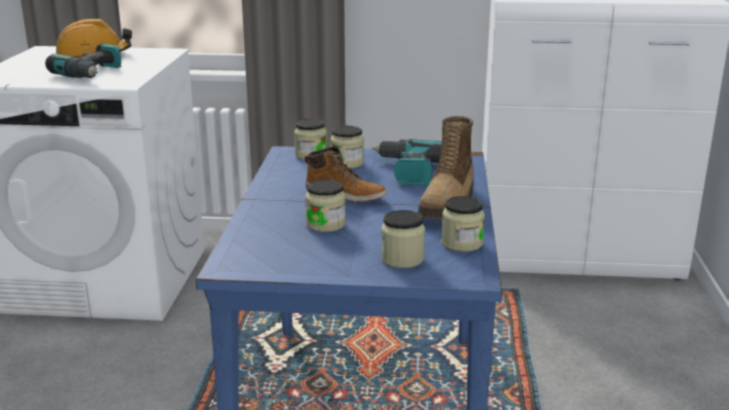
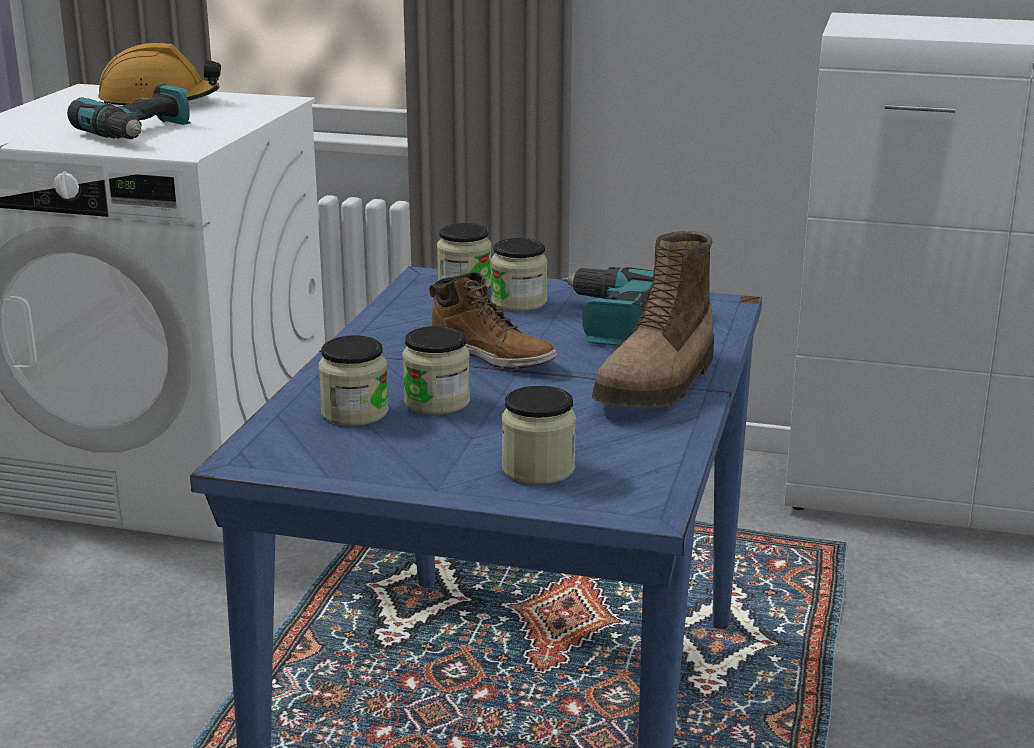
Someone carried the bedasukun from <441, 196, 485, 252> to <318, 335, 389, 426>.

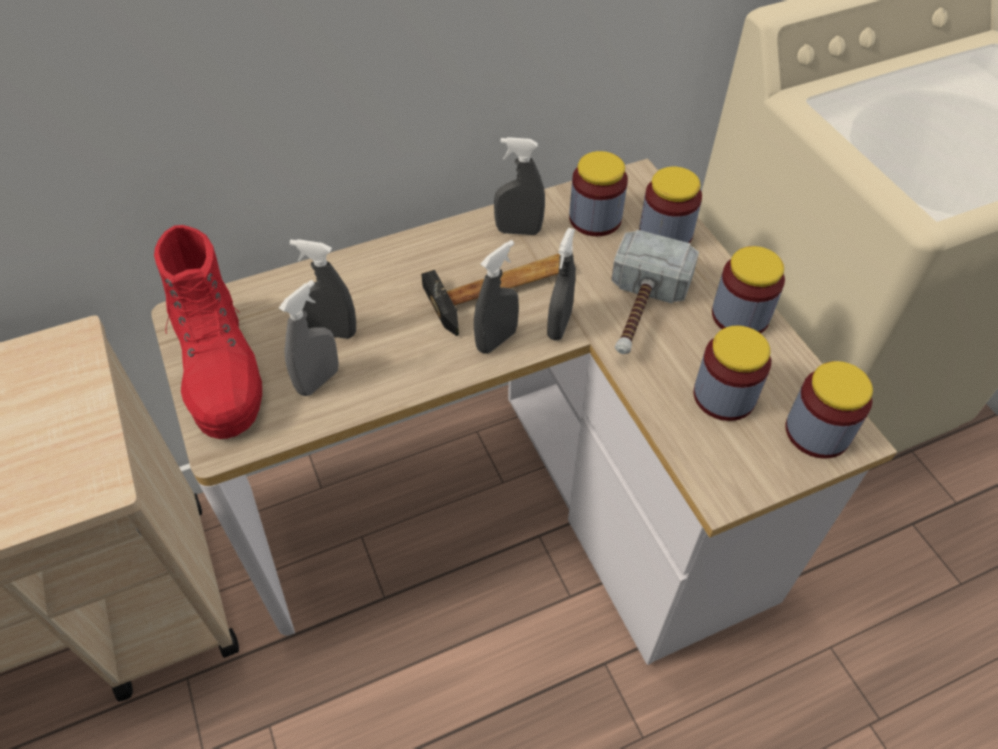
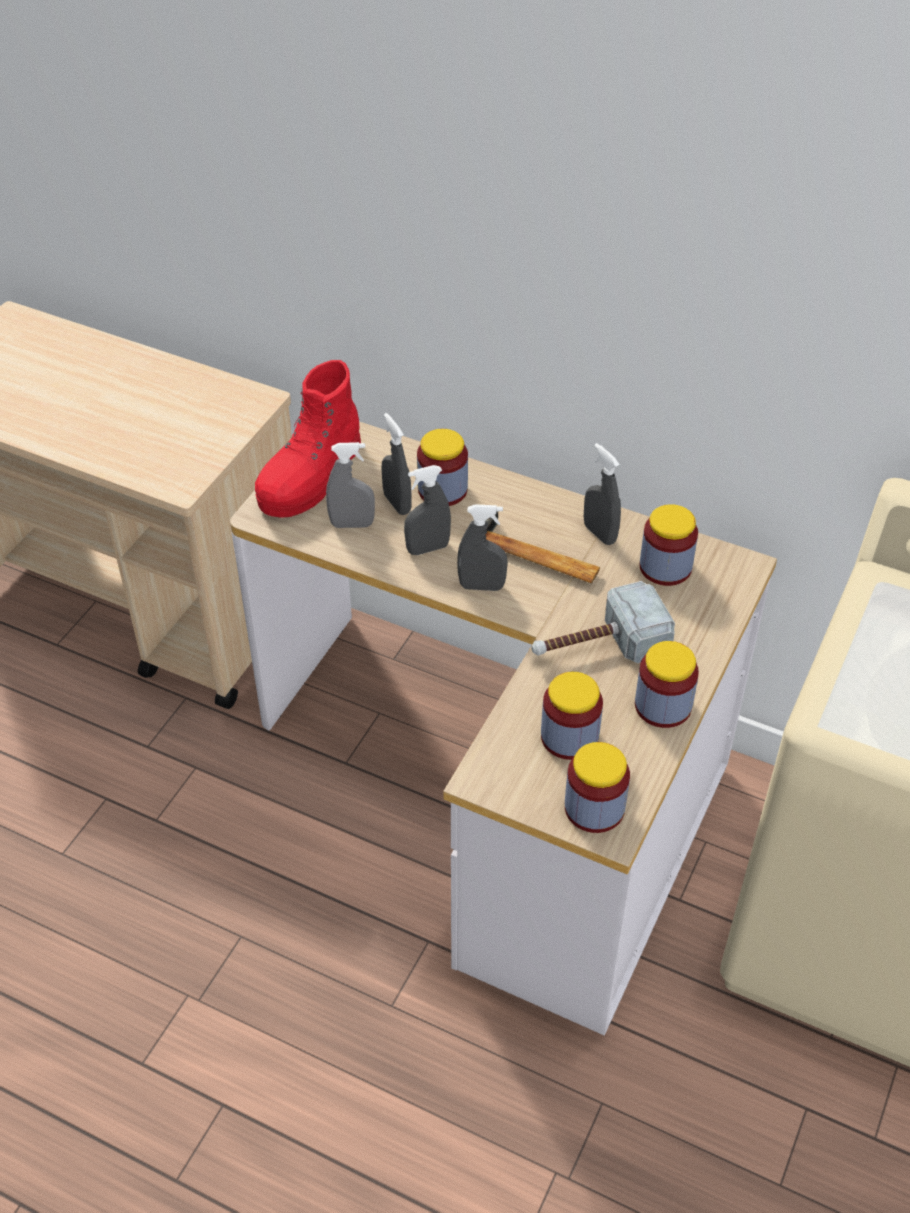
Someone carried the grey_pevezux from <547, 228, 576, 340> to <404, 465, 451, 555>. Someone carried the bedasukun from <639, 167, 702, 243> to <417, 429, 468, 506>.

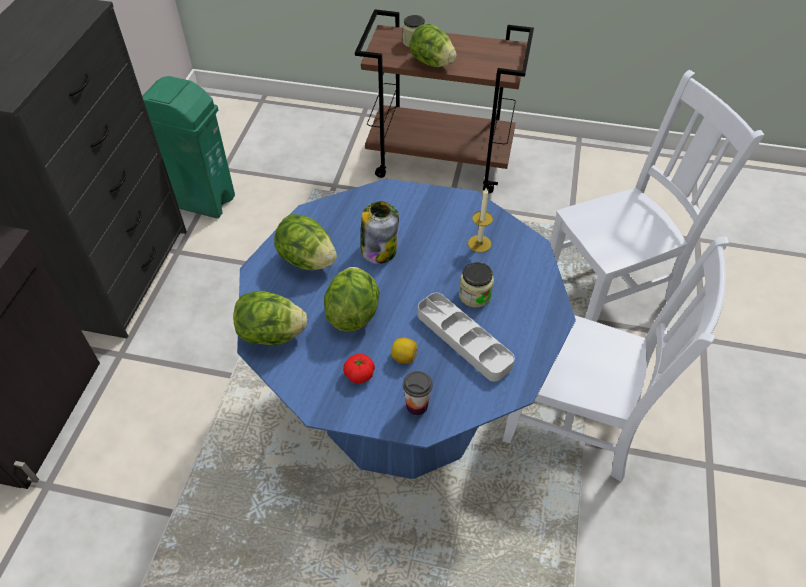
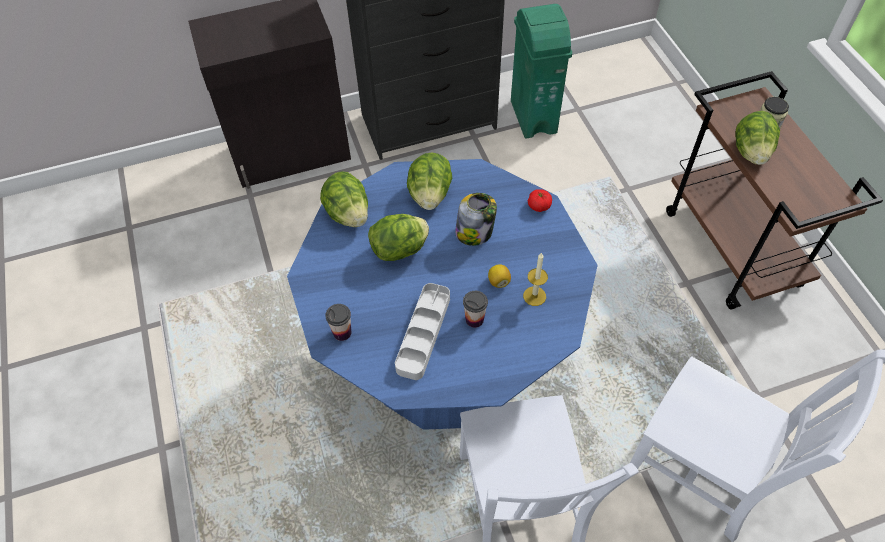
Someone carried the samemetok from <343, 354, 375, 383> to <528, 189, 552, 212>. Someone carried the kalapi from <391, 337, 418, 364> to <488, 264, 511, 288>. Someone swapped the bedasukun at <459, 262, 494, 308> for the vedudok at <463, 291, 488, 328>.

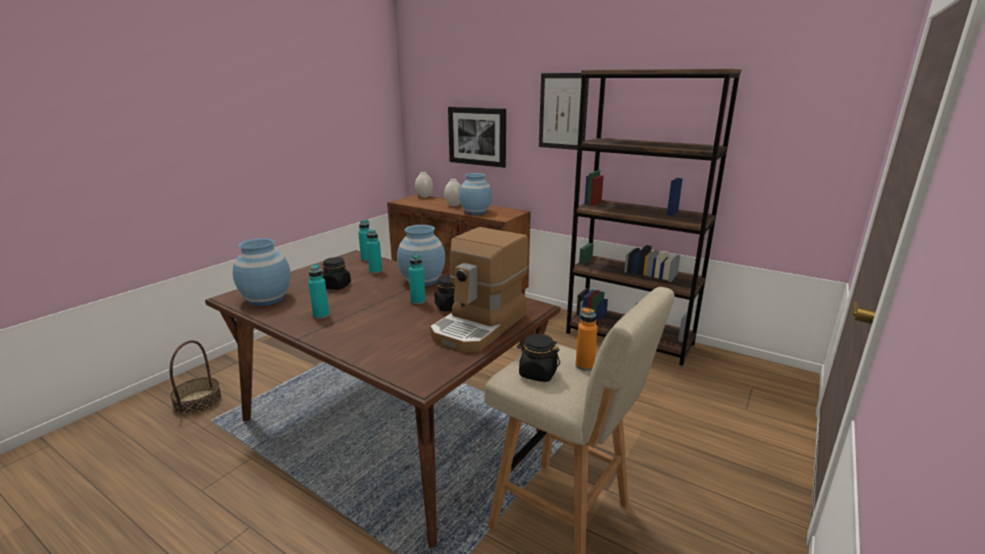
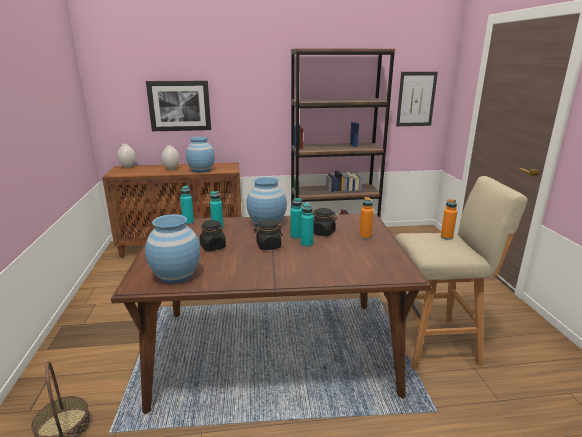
Someone carried the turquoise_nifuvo from <308, 264, 329, 319> to <301, 203, 314, 247>. Someone carried the black_bedasukun from <517, 334, 560, 382> to <254, 220, 283, 250>. Someone carried the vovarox from <539, 73, 589, 150> to <396, 72, 438, 126>. Someone swapped the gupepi at <430, 227, 528, 352> for the orange_nifuvo at <359, 197, 374, 239>.

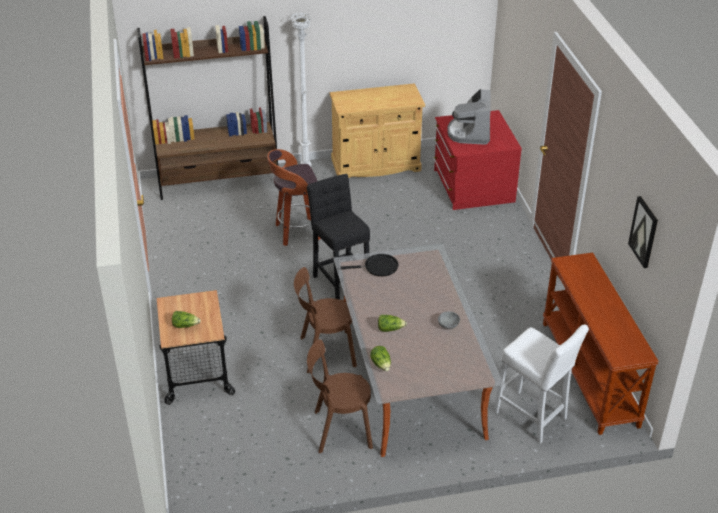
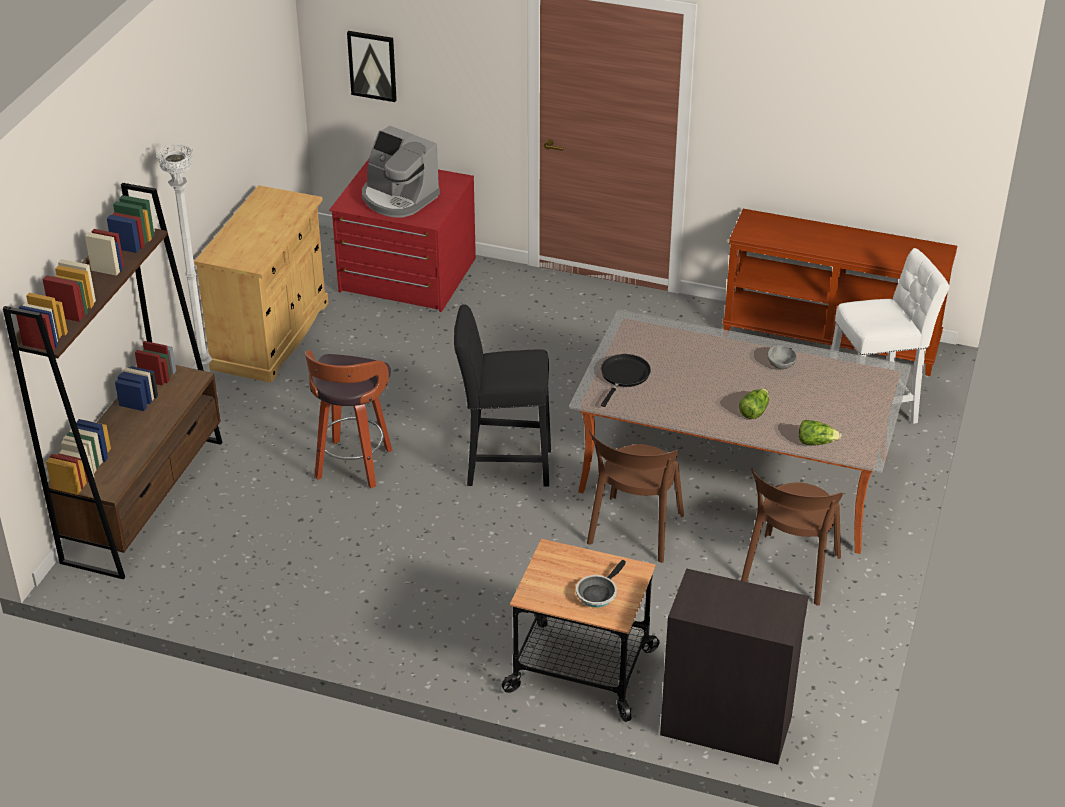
Someone put down the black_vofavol at <660, 568, 808, 765>. Someone carried the vovarox from <628, 196, 658, 268> to <347, 31, 397, 102>. Someone swapped the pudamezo at <172, 311, 201, 328> for the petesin at <576, 560, 626, 608>.

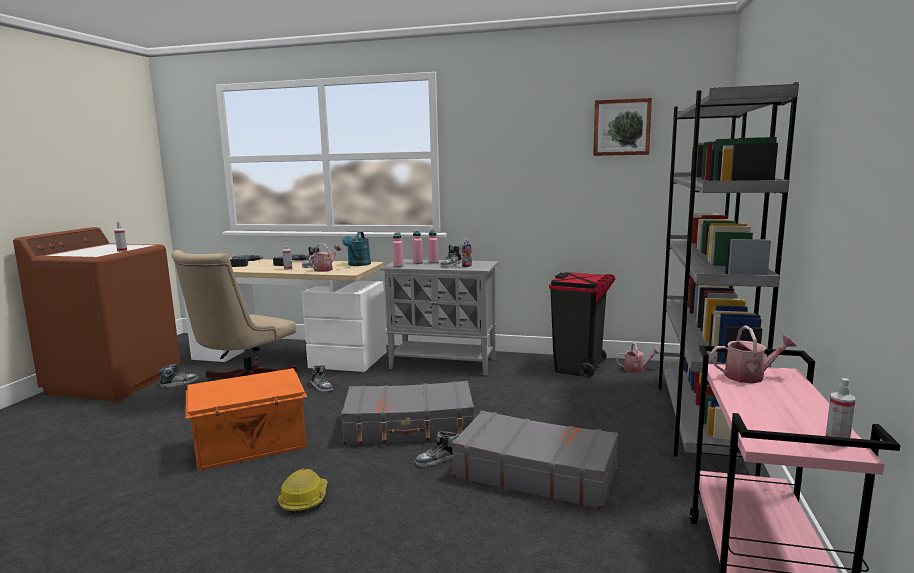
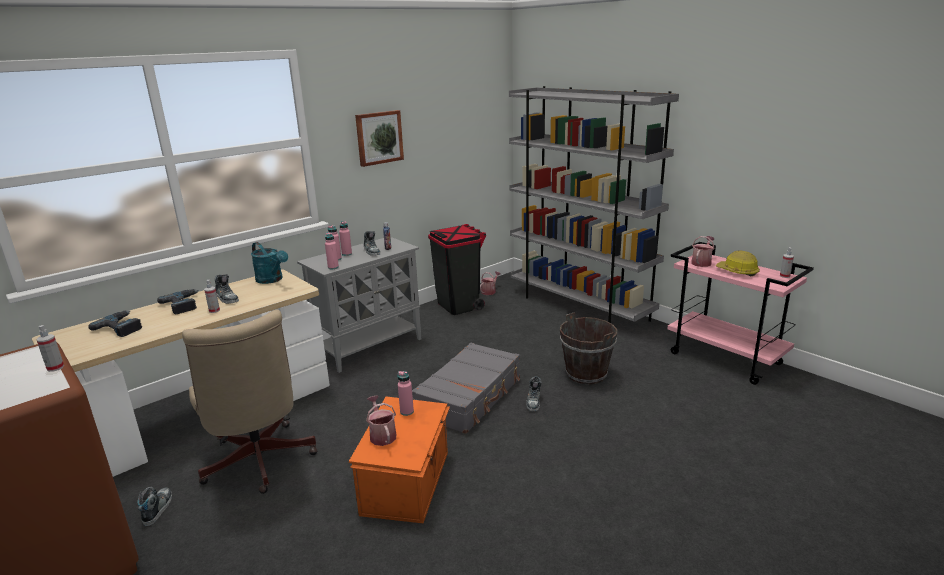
Someone took away the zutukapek at <311, 365, 333, 392>. Someone put down the pink_nifuvo at <398, 371, 414, 416>. Someone carried the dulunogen from <278, 469, 328, 514> to <716, 250, 760, 276>. Someone carried the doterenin from <309, 243, 341, 272> to <366, 395, 396, 446>. Someone carried the vovarox from <593, 98, 652, 156> to <355, 110, 404, 167>. Someone swapped the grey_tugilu at <452, 411, 618, 510> for the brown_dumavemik at <560, 312, 617, 385>.

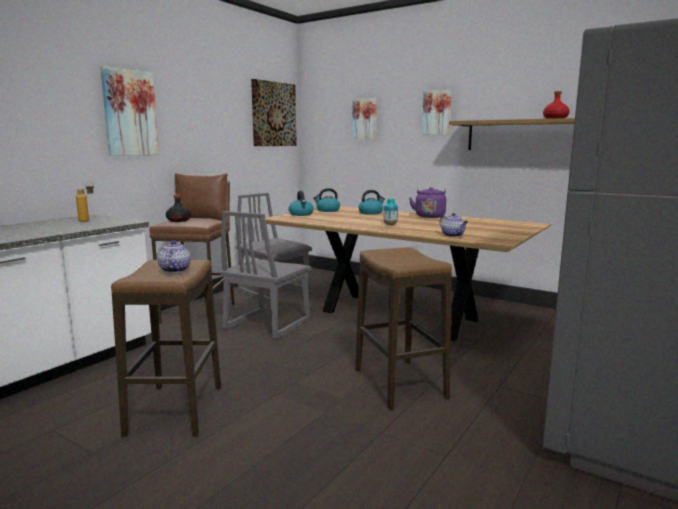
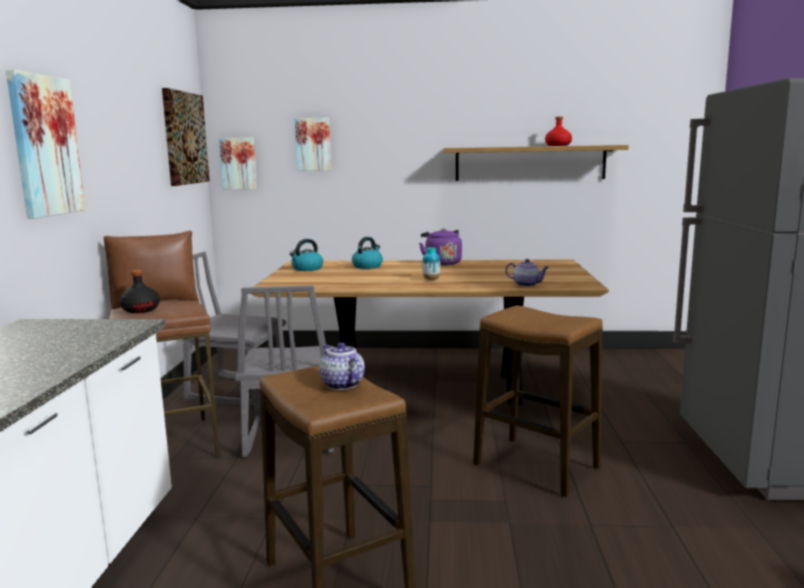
Someone took away the nifuvo at <76, 182, 94, 222>. Someone took away the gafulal at <288, 191, 314, 216>. Someone carried the vovarox from <422, 90, 452, 135> to <219, 137, 257, 189>.

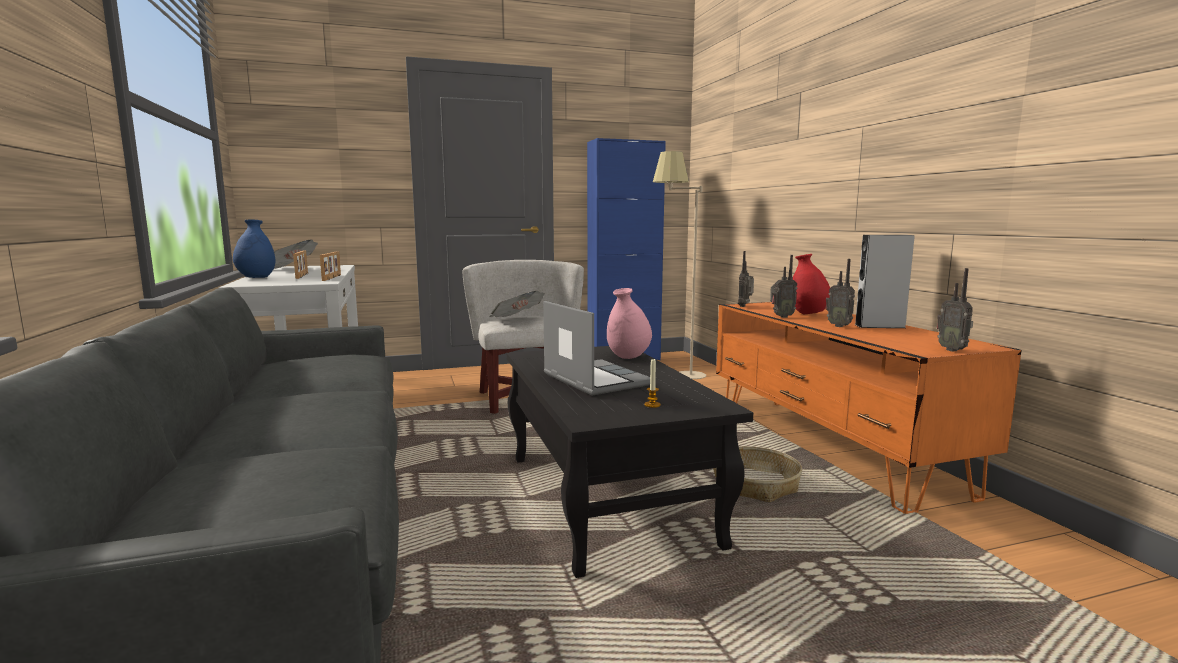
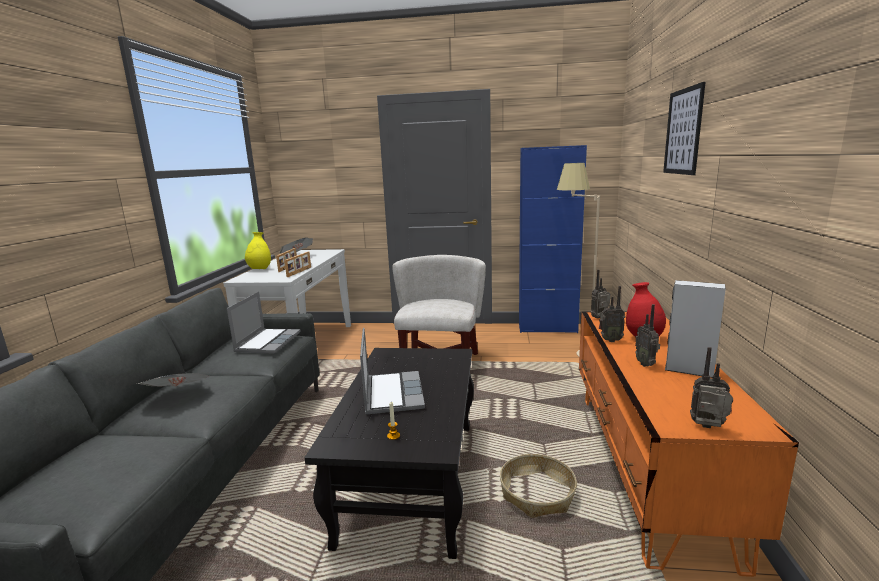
Someone took away the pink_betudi at <607, 288, 652, 359>. Someone put down the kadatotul at <227, 292, 300, 354>. Someone put up the vovarox at <663, 82, 706, 175>. Someone carried the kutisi from <489, 291, 545, 317> to <138, 373, 210, 387>. Someone repainted the blue_betudi at <233, 219, 276, 278>, which became the yellow_betudi at <245, 232, 271, 269>. Someone rotated the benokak at <937, 268, 973, 352> by 105 degrees clockwise.

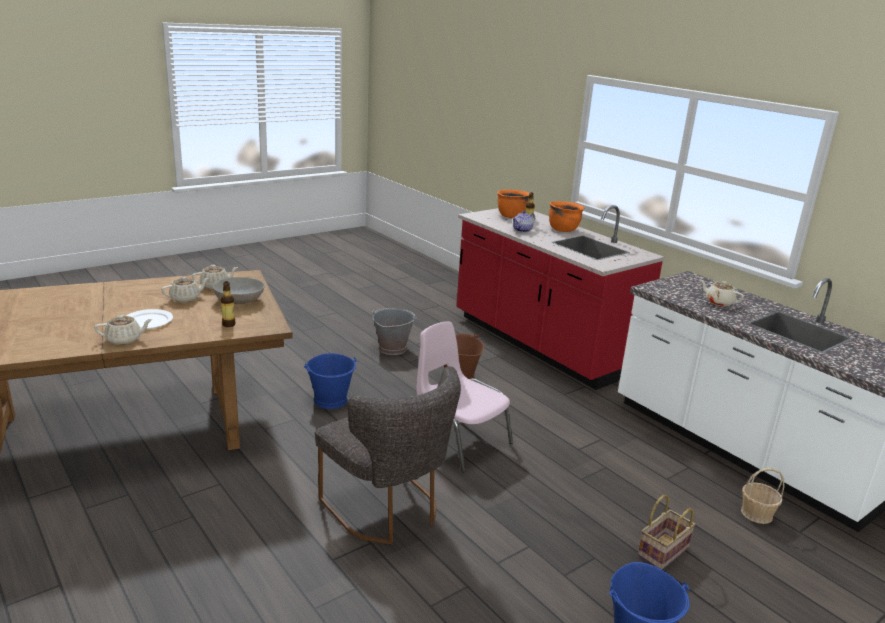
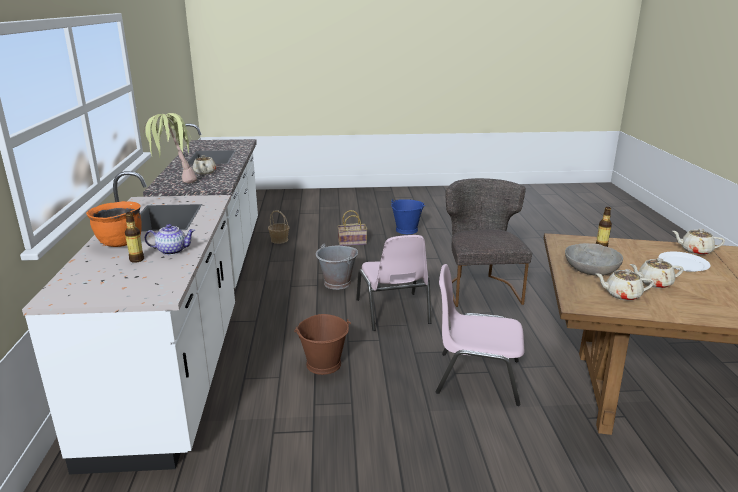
Someone took away the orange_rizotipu at <497, 190, 529, 218>. Someone put down the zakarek at <144, 113, 197, 184>. Someone carried the grey_dumavemik from <372, 308, 417, 355> to <316, 244, 358, 290>. Someone swapped the blue_dumavemik at <304, 353, 358, 409> for the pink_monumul at <436, 264, 524, 406>. Someone repainted the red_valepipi at <456, 205, 665, 390>, which became the white_valepipi at <22, 171, 235, 475>.

